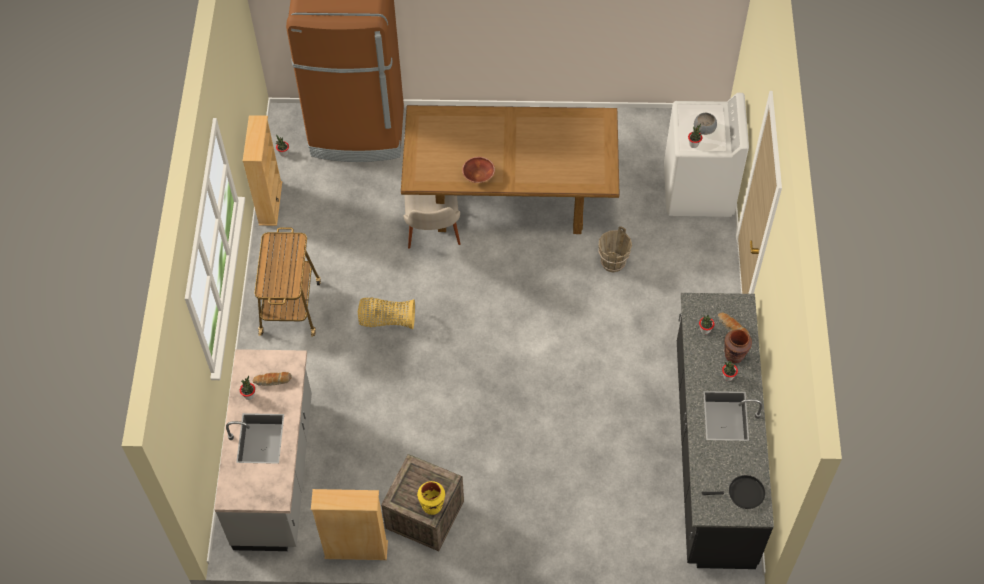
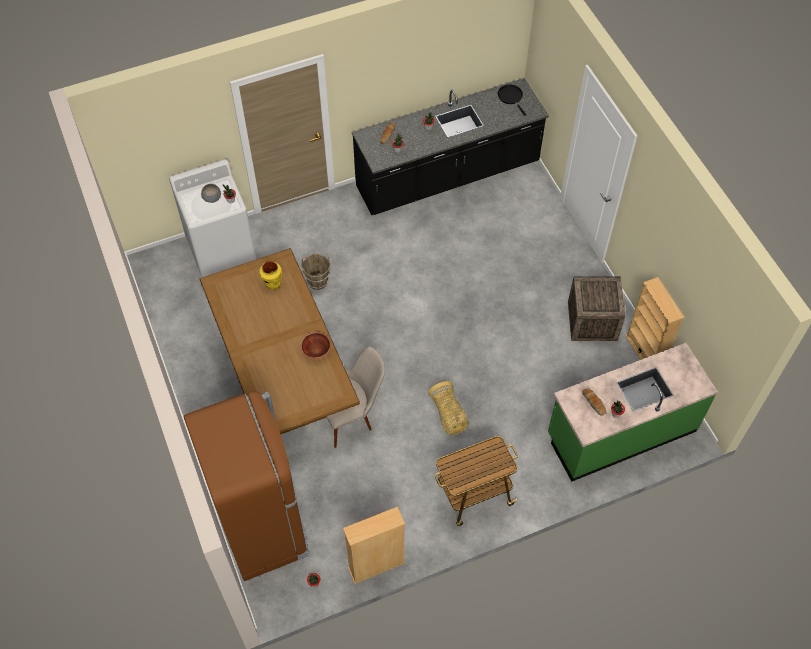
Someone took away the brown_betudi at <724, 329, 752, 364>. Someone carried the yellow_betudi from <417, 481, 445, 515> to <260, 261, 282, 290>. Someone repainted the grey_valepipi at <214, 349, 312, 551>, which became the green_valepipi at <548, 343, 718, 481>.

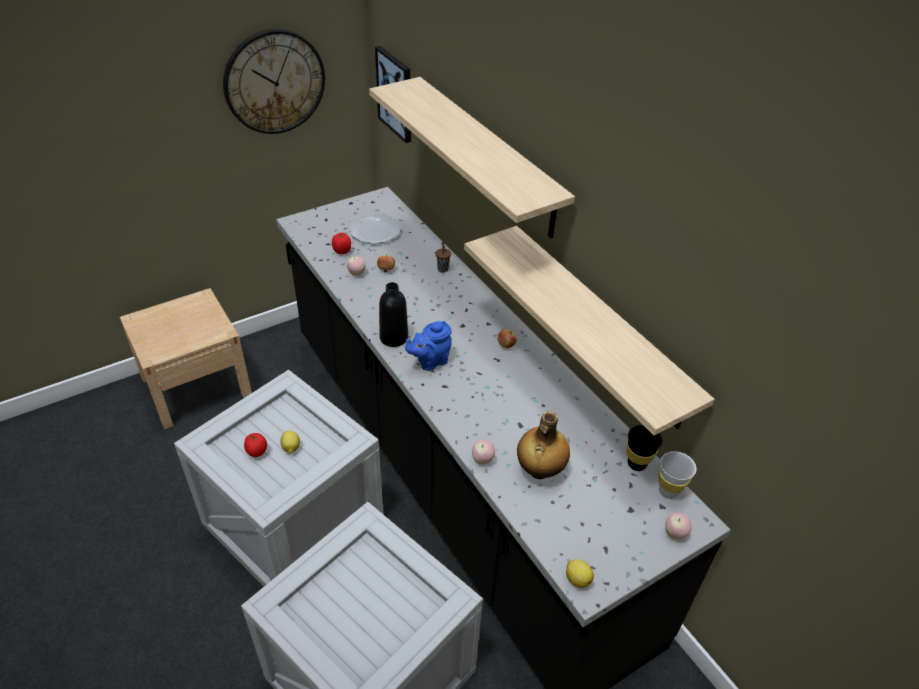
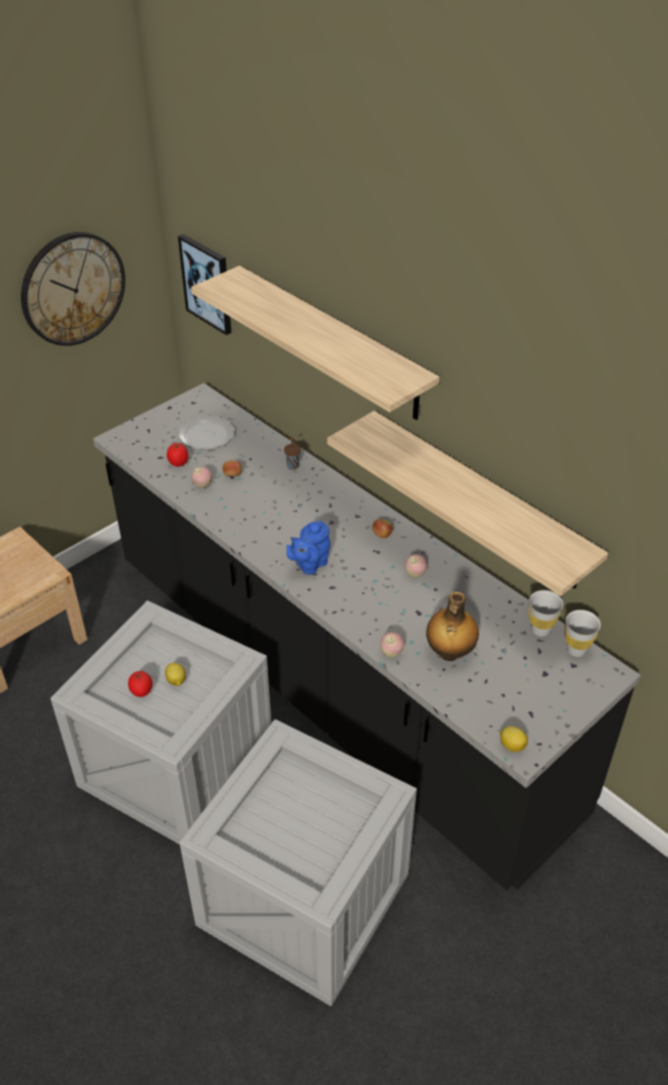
Someone took away the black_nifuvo at <379, 282, 408, 347>. Someone carried the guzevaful from <665, 513, 692, 539> to <405, 554, 427, 578>. Someone repainted the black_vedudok at <627, 425, 663, 471>, which became the white_vedudok at <529, 590, 563, 637>.

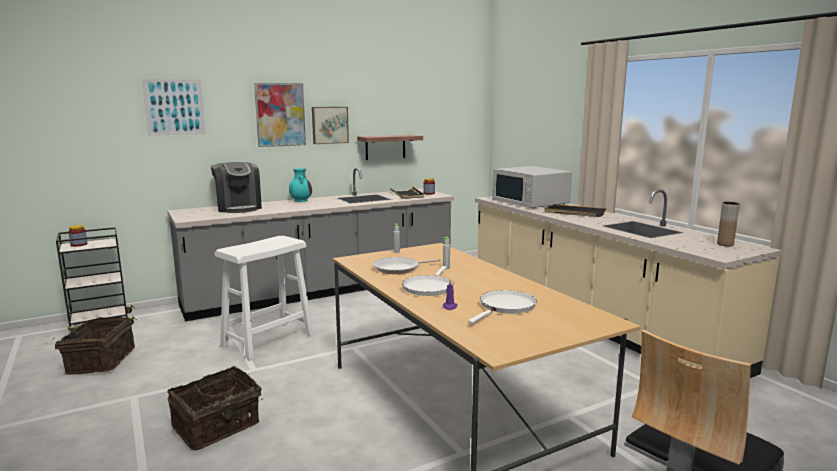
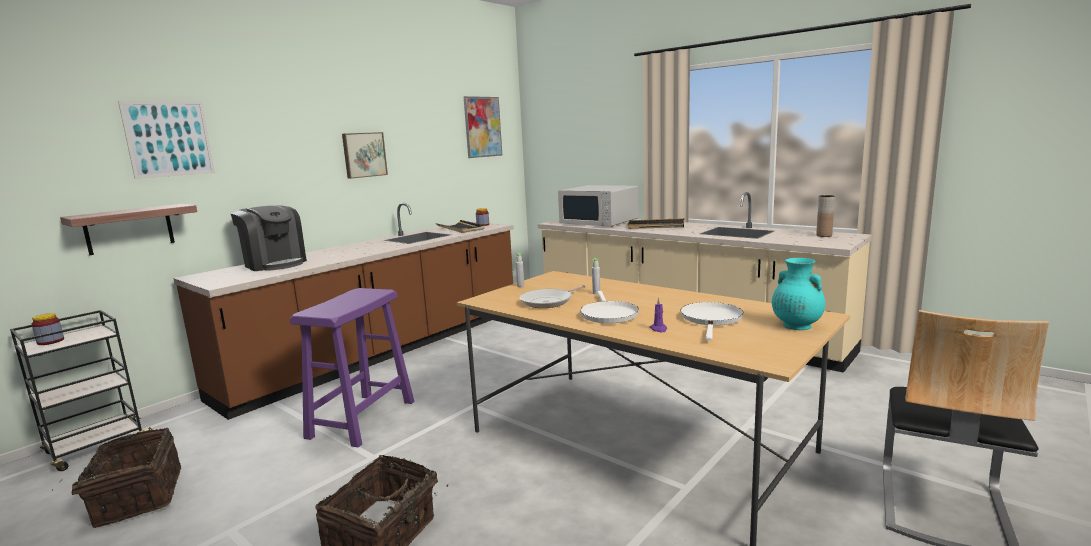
Someone carried the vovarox from <254, 83, 306, 147> to <464, 96, 502, 158>. Someone carried the turquoise_betudi from <289, 168, 312, 202> to <772, 258, 825, 330>. Someone carried the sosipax from <357, 135, 423, 160> to <60, 204, 197, 255>. Someone repainted the grey_valepipi at <167, 168, 454, 322>, which became the brown_valepipi at <173, 203, 514, 420>. Someone repainted the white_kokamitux at <215, 236, 314, 360>, which became the purple_kokamitux at <290, 288, 414, 448>.

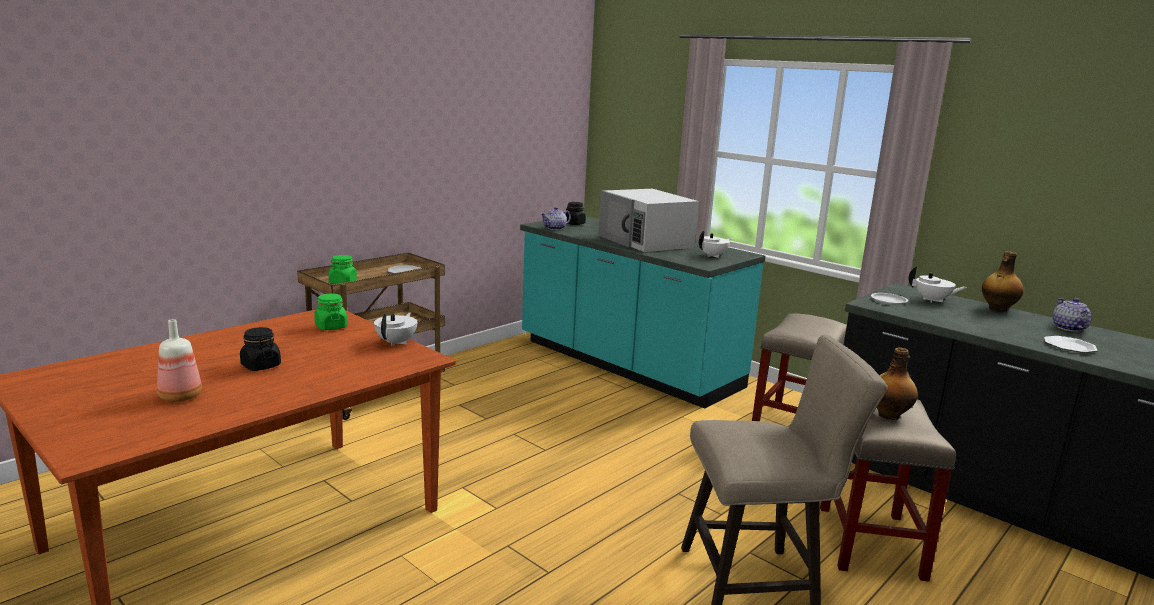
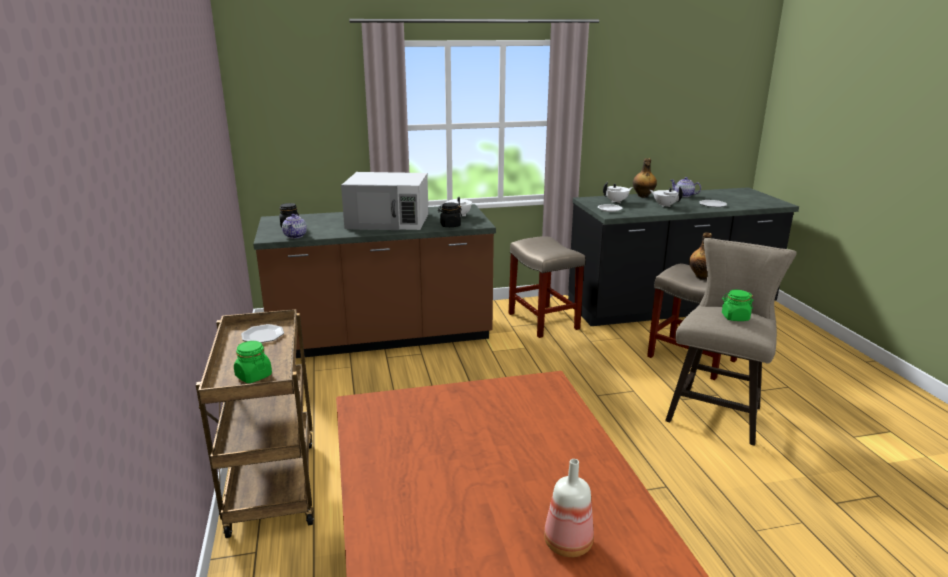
Someone carried the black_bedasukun from <240, 327, 281, 371> to <438, 203, 462, 227>. Someone carried the green_bedasukun from <314, 294, 347, 330> to <722, 290, 753, 321>. Someone carried the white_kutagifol from <374, 312, 417, 346> to <650, 187, 683, 207>. Someone repainted the turquoise_valepipi at <520, 216, 766, 408>, which became the brown_valepipi at <253, 204, 496, 358>.

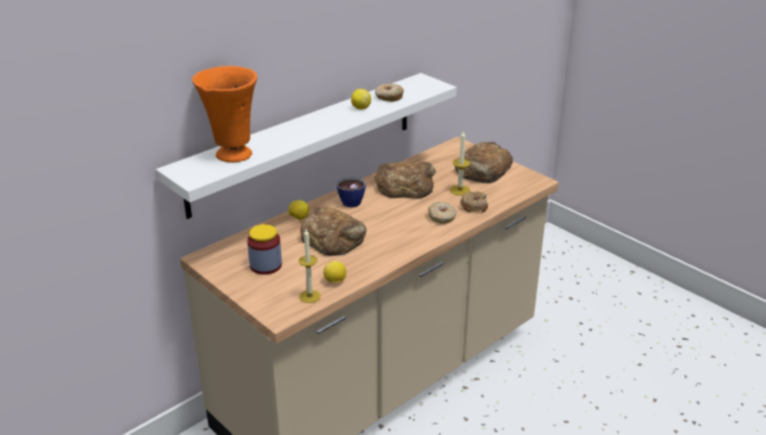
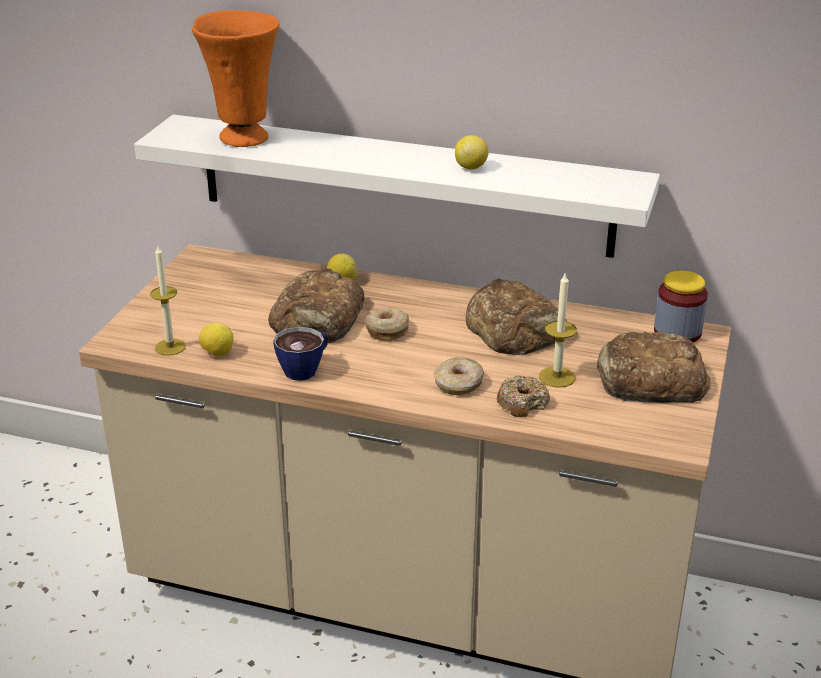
Someone carried the bedasukun from <247, 224, 282, 275> to <654, 270, 708, 342>. Someone carried the vedudok from <336, 177, 366, 207> to <273, 327, 328, 381>. Someone carried the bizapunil from <375, 84, 404, 102> to <365, 308, 409, 341>.

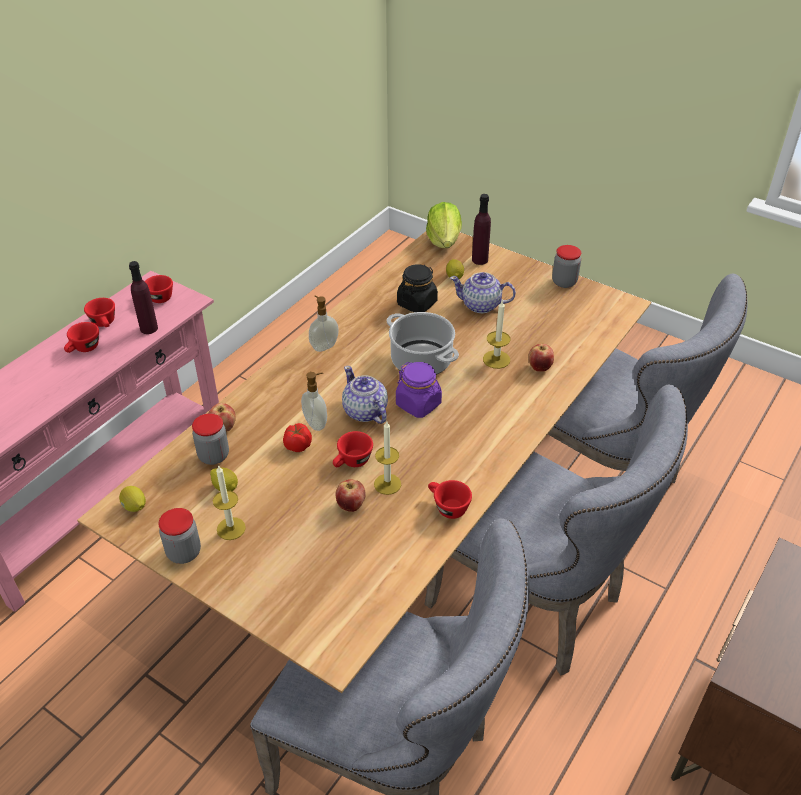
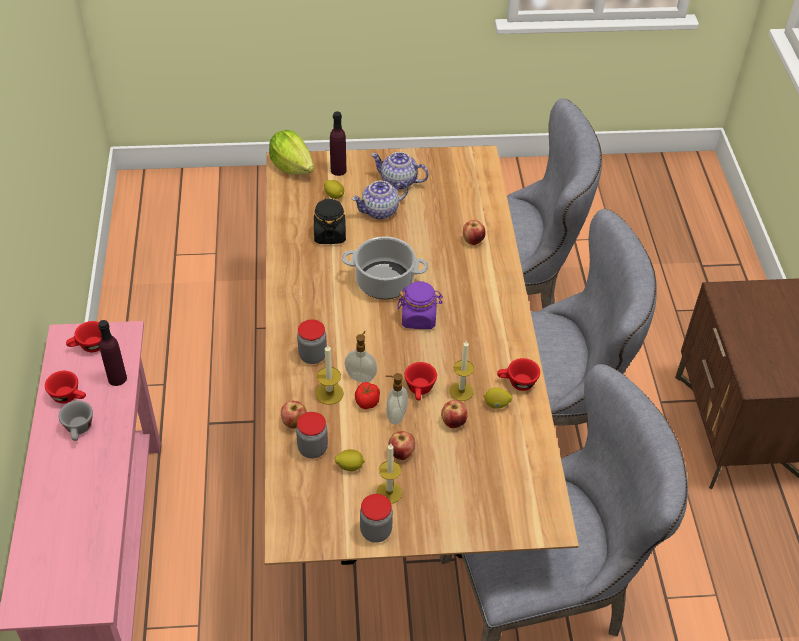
Someone put down the guzevaful at <388, 431, 415, 460>. Someone carried the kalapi from <119, 486, 146, 512> to <484, 388, 512, 409>. Someone carried the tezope from <309, 295, 339, 352> to <386, 373, 408, 425>. Someone carried the kutagifol from <342, 366, 388, 424> to <371, 152, 429, 190>. Someone carried the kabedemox from <483, 301, 510, 369> to <315, 344, 344, 405>. Someone carried the bedasukun from <552, 245, 581, 288> to <297, 319, 327, 364>. Someone repainted the red_vedudok at <64, 322, 99, 353>, which became the grey_vedudok at <59, 401, 93, 441>.

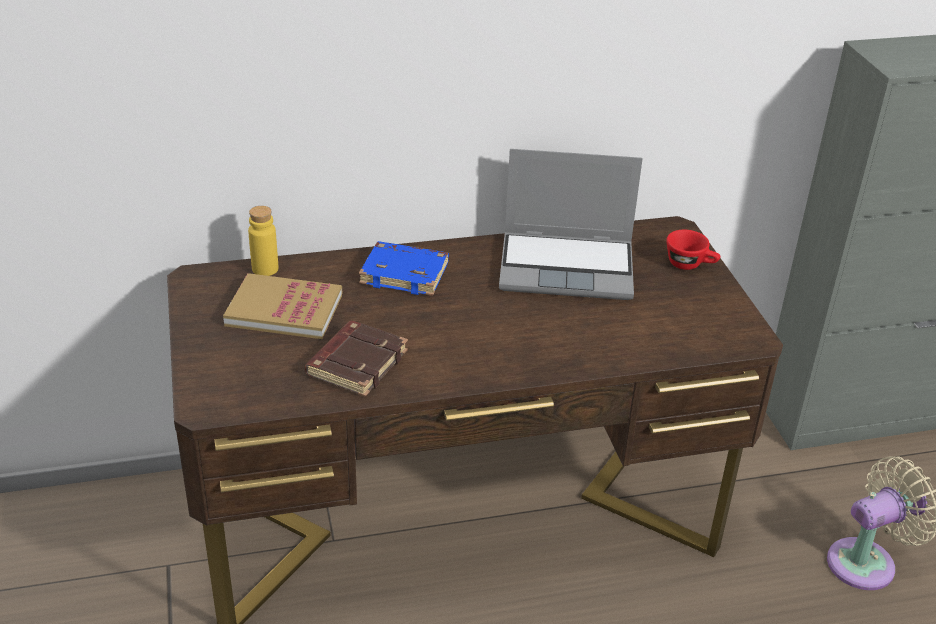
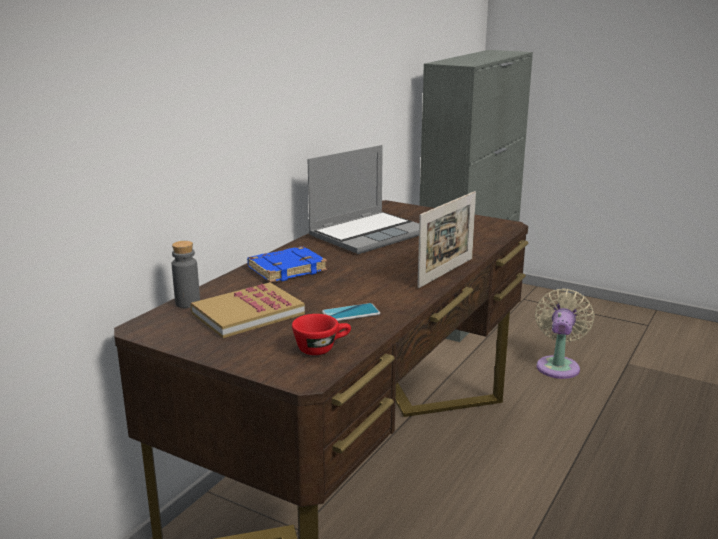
Someone put down the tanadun at <417, 191, 476, 288>. Someone carried the red_vedudok from <666, 230, 721, 270> to <292, 314, 351, 355>. Someone swapped the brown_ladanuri at <305, 321, 408, 397> for the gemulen at <322, 303, 380, 321>. Someone repainted the yellow_nifuvo at <248, 206, 278, 276>, which became the grey_nifuvo at <172, 241, 200, 308>.

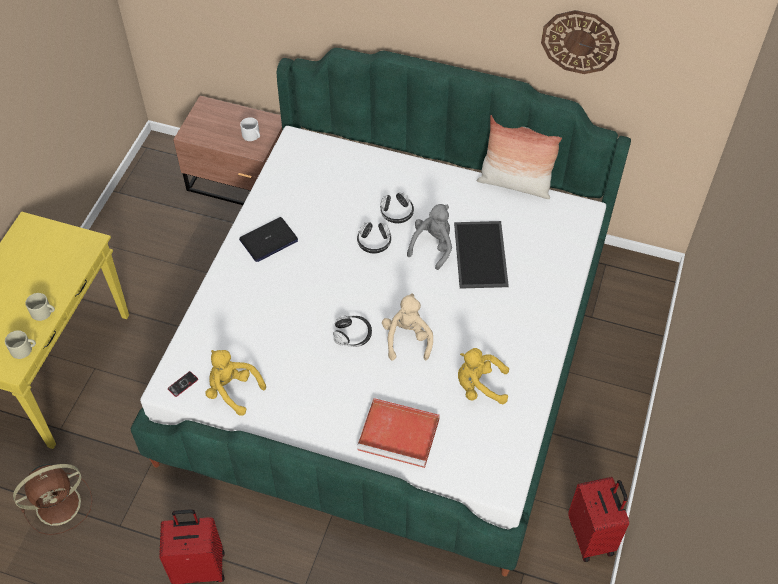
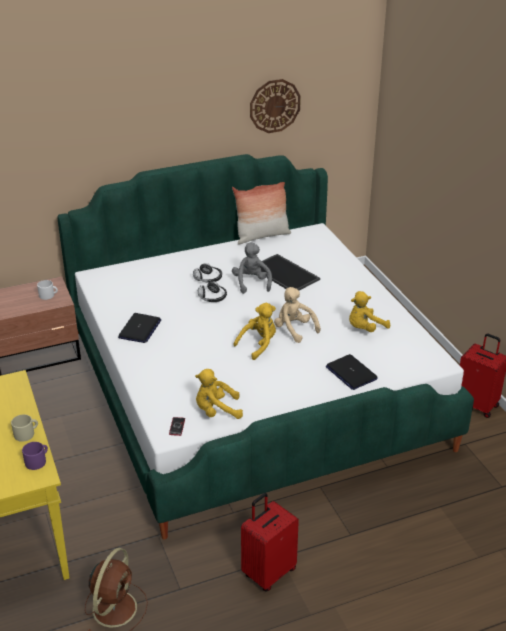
Someone swapped the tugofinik at <333, 315, 372, 347> for the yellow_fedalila at <233, 303, 276, 360>. Someone swapped the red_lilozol at <357, 398, 440, 468> for the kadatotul at <326, 354, 378, 390>. Someone repainted the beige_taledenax at <5, 330, 36, 359>, which became the purple_taledenax at <22, 442, 48, 470>.

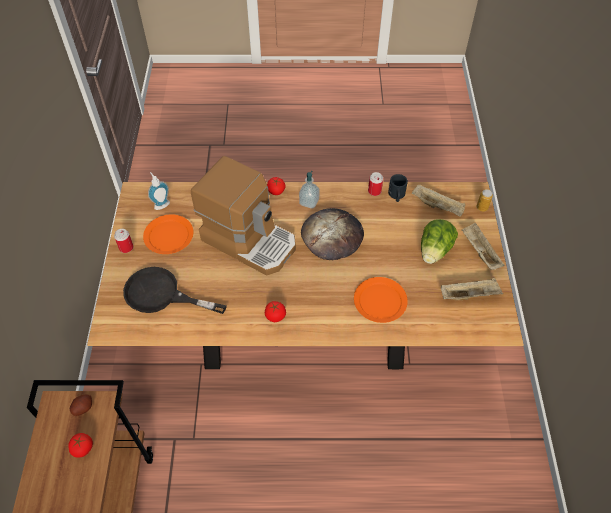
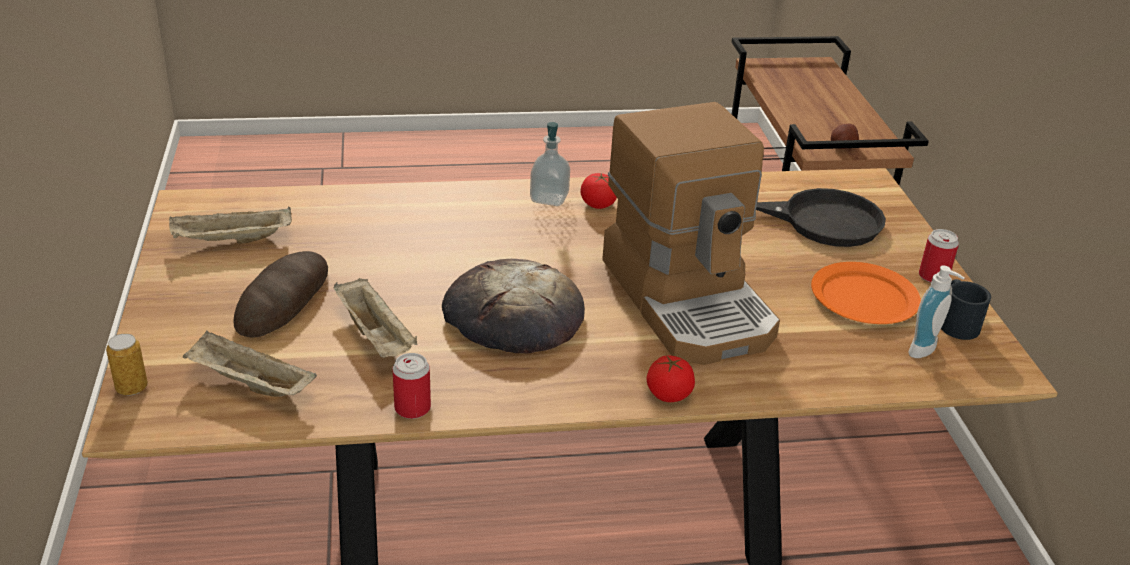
Someone took away the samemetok at <68, 433, 93, 458>. Someone took away the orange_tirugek at <354, 277, 408, 323>. Someone carried the tezope from <299, 171, 319, 209> to <530, 122, 570, 206>. Someone carried the black_taledenax from <388, 174, 408, 202> to <941, 279, 991, 340>. Someone carried the beige_lilozol from <462, 223, 505, 270> to <333, 278, 418, 358>. Someone swapped the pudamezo at <421, 219, 458, 264> for the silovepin at <233, 251, 328, 338>. Someone rotated the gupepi at <191, 156, 296, 275> by 135 degrees counterclockwise.

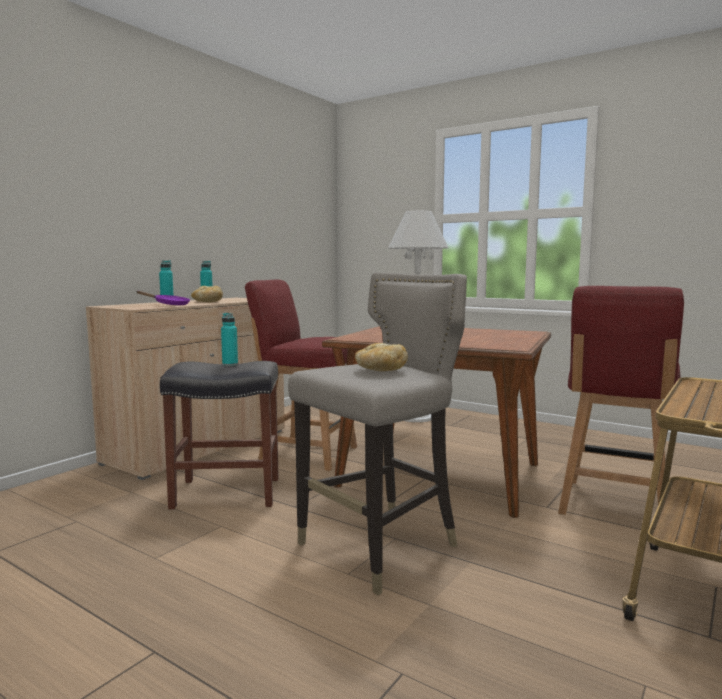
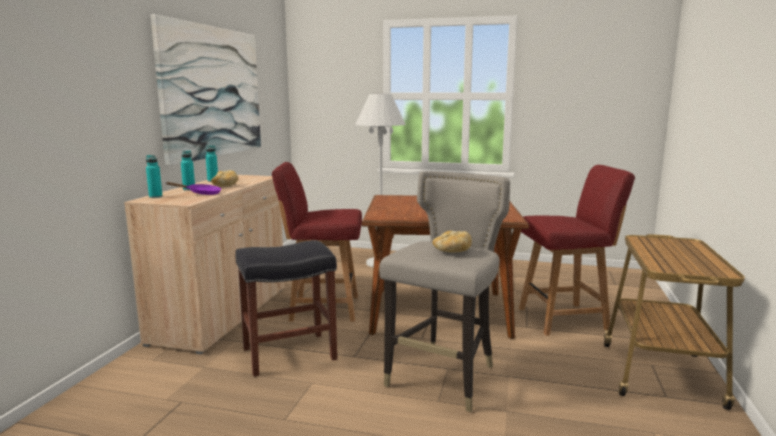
Someone put up the vovarox at <150, 14, 261, 166>. Someone carried the turquoise_nifuvo from <221, 313, 238, 366> to <146, 155, 162, 198>. Someone rotated the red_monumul at <558, 286, 684, 515> by 105 degrees counterclockwise.

